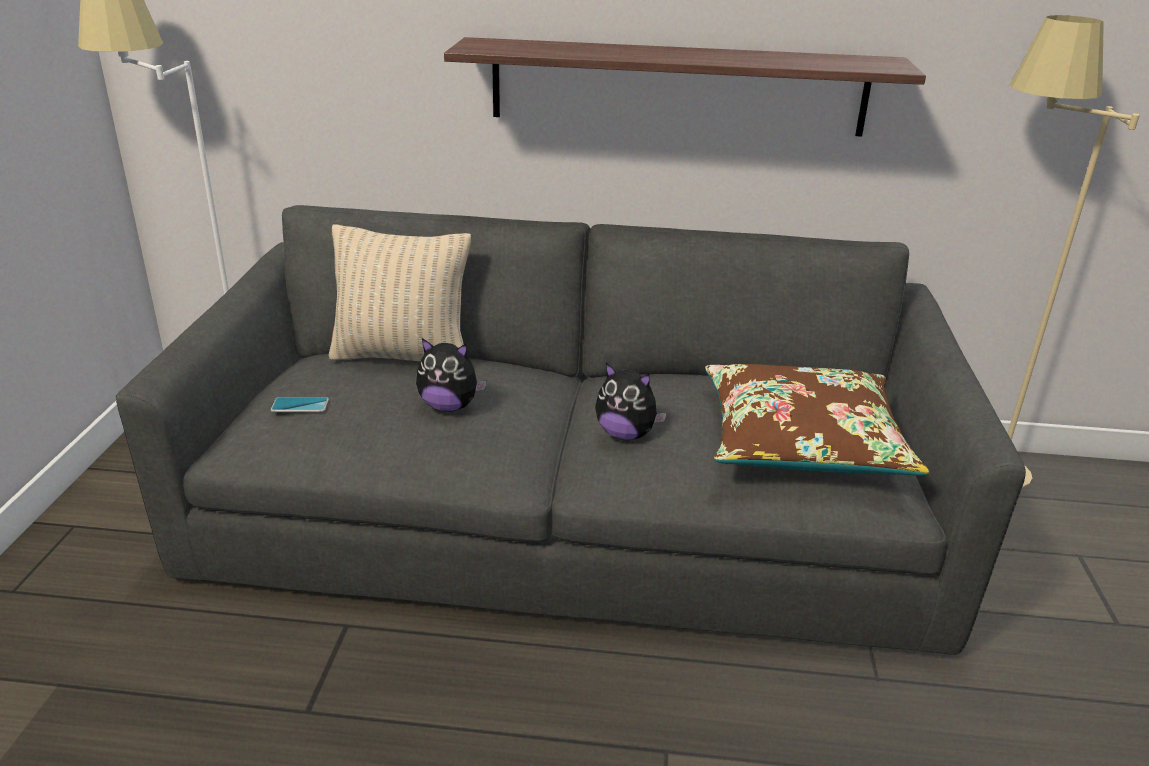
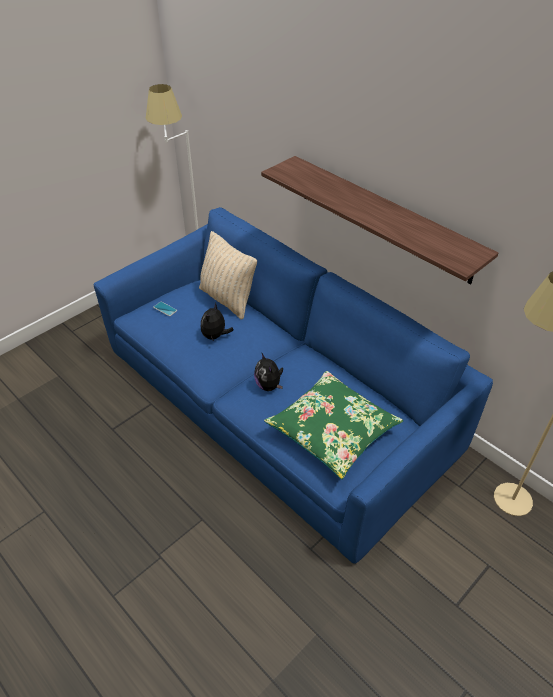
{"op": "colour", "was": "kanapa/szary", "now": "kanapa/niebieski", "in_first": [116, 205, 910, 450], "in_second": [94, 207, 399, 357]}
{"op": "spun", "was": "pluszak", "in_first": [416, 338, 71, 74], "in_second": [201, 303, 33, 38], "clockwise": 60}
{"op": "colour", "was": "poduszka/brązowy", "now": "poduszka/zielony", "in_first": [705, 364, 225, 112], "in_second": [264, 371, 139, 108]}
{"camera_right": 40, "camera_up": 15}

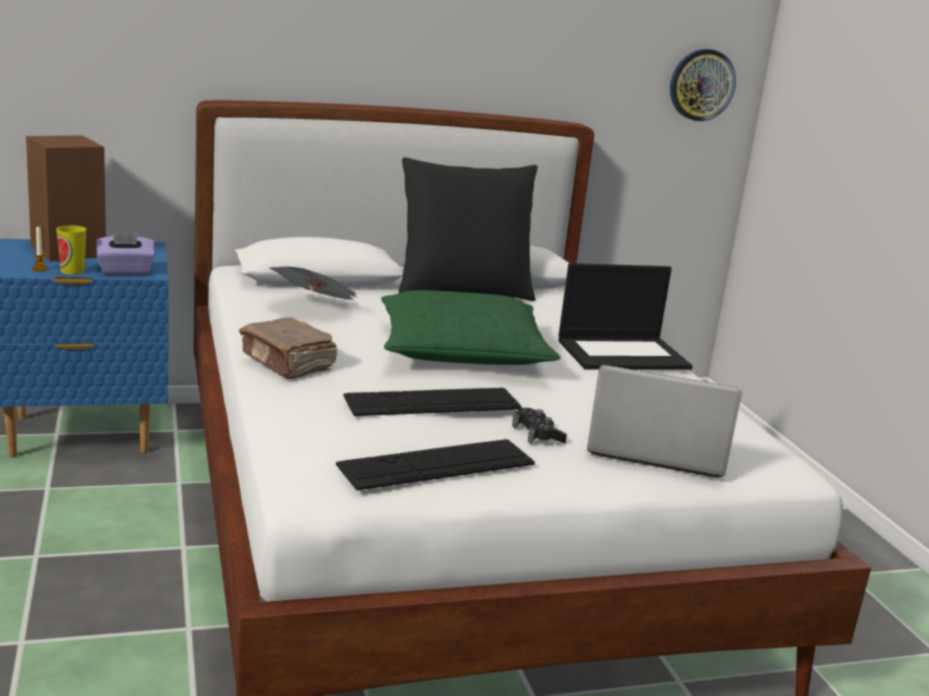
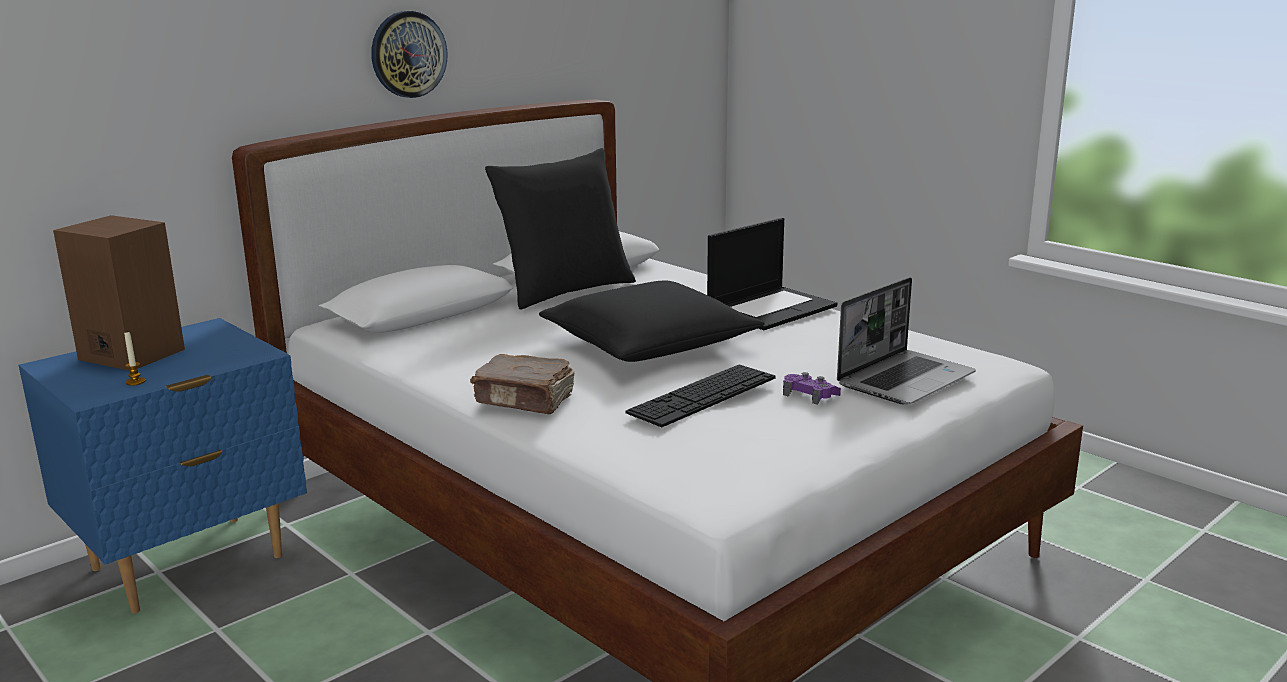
{"op": "missing", "was": "filiżanka", "in_first": [56, 225, 30, 50]}
{"op": "missing", "was": "pudełko chusteczek/fioletowy", "in_first": [96, 231, 59, 44]}
{"op": "missing", "was": "gazeta", "in_first": [269, 267, 89, 33]}
{"op": "missing", "was": "klawiatura", "in_first": [336, 439, 199, 52]}
{"op": "colour", "was": "poduszka/zielony", "now": "poduszka/czarny", "in_first": [381, 290, 180, 75], "in_second": [539, 281, 226, 81]}
{"op": "colour", "was": "pad do gier/czarny", "now": "pad do gier/fioletowy", "in_first": [512, 408, 55, 36], "in_second": [783, 372, 58, 33]}
{"op": "spun", "was": "laptop", "in_first": [587, 365, 155, 113], "in_second": [837, 277, 139, 127], "clockwise": 150}
{"op": "relocated", "was": "zegar ścienny", "in_first": [670, 49, 66, 72], "in_second": [371, 11, 76, 87]}
{"camera_right": -25, "camera_up": 0}

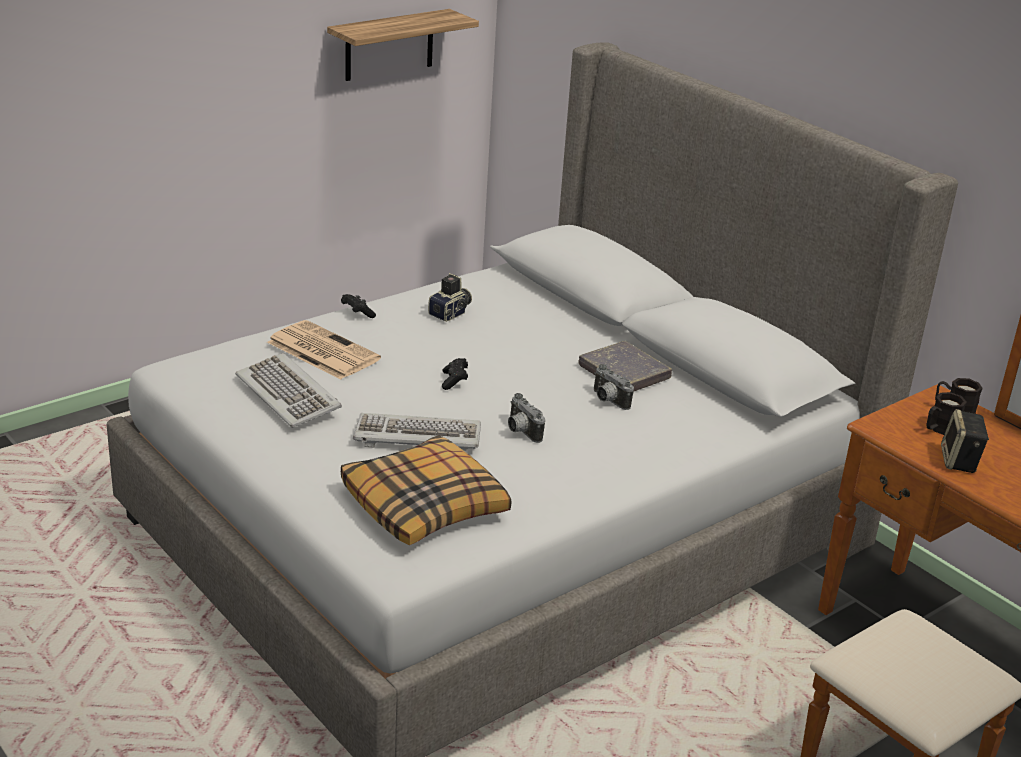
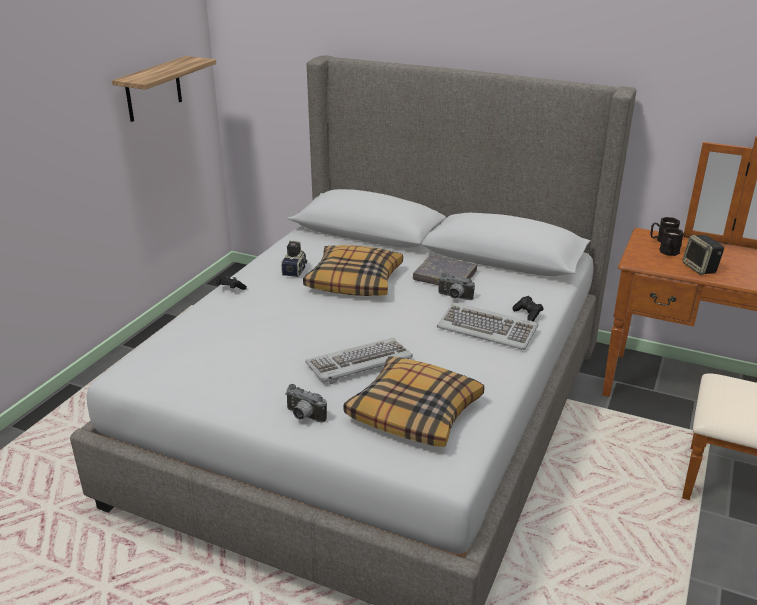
{"op": "relocated", "was": "klawiatura", "in_first": [236, 353, 106, 74], "in_second": [437, 303, 101, 47]}
{"op": "missing", "was": "gazeta", "in_first": [267, 320, 114, 59]}
{"op": "relocated", "was": "pad do gier/czarny", "in_first": [442, 358, 26, 32], "in_second": [512, 296, 31, 26]}
{"op": "relocated", "was": "aparat fotograficzny", "in_first": [508, 393, 37, 50], "in_second": [286, 384, 41, 39]}
{"op": "appeared", "now": "poduszka", "in_second": [303, 245, 100, 51]}
{"camera_right": -25, "camera_up": 0}

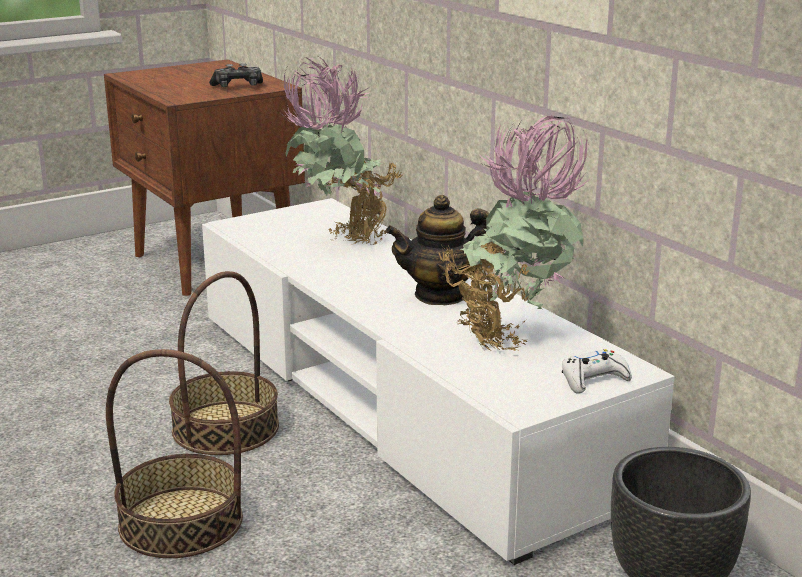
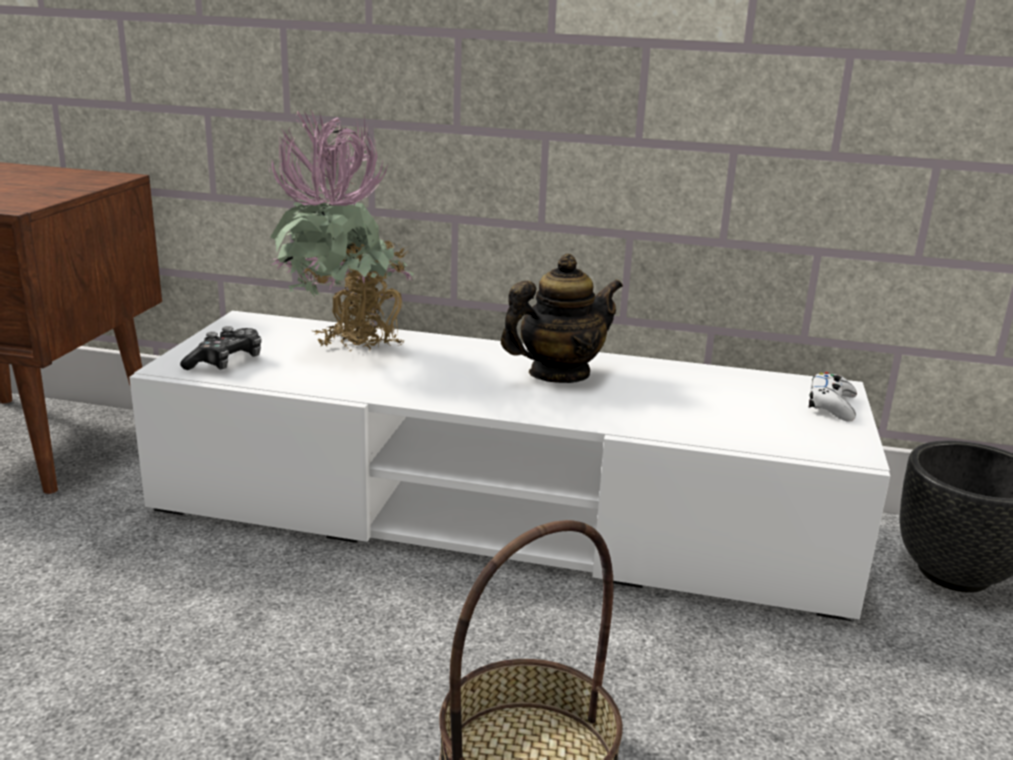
{"op": "missing", "was": "koszyk", "in_first": [169, 271, 110, 184]}
{"op": "relocated", "was": "pad do gier", "in_first": [209, 63, 54, 24], "in_second": [180, 326, 81, 44]}
{"op": "spun", "was": "imbryk", "in_first": [385, 195, 104, 110], "in_second": [501, 254, 122, 129], "clockwise": -150}
{"op": "missing", "was": "roślina doniczkowa", "in_first": [438, 116, 153, 235]}
{"camera_right": -45, "camera_up": 0}

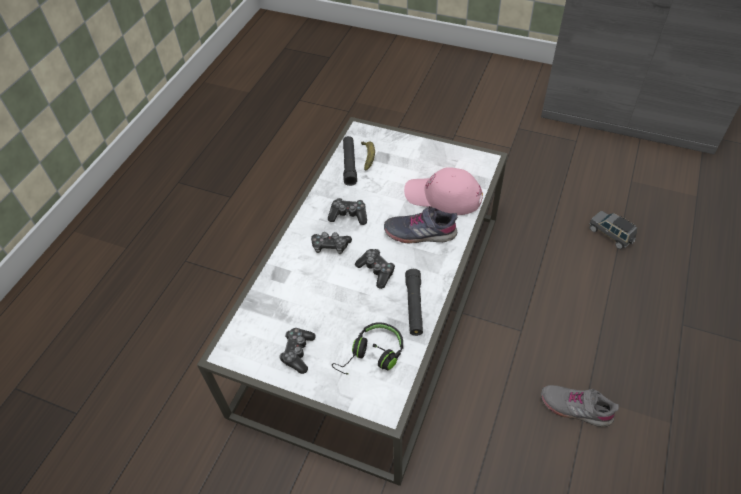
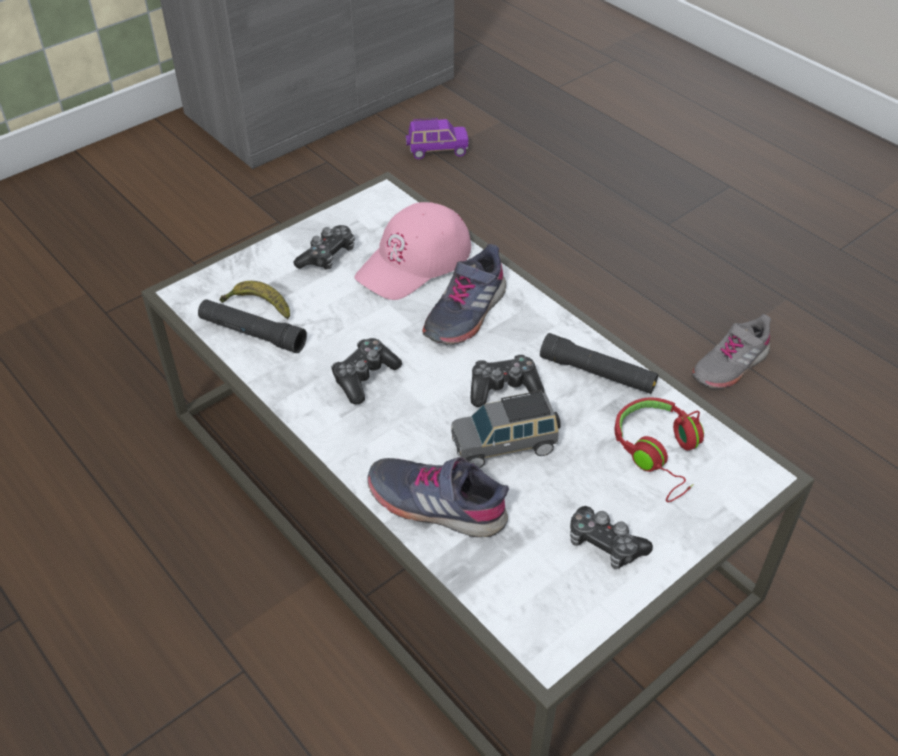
{"op": "relocated", "was": "pad do gier", "in_first": [311, 232, 41, 22], "in_second": [293, 225, 62, 45]}
{"op": "colour", "was": "słuchawki/czarny", "now": "słuchawki/czerwony", "in_first": [332, 322, 71, 52], "in_second": [615, 397, 89, 105]}
{"op": "relocated", "was": "samochodzik/szary", "in_first": [589, 211, 48, 38], "in_second": [451, 390, 110, 78]}
{"op": "appeared", "now": "but/szary", "in_second": [367, 457, 142, 80]}
{"op": "appeared", "now": "samochodzik/fioletowy", "in_second": [406, 118, 63, 41]}
{"camera_right": -65, "camera_up": -5}

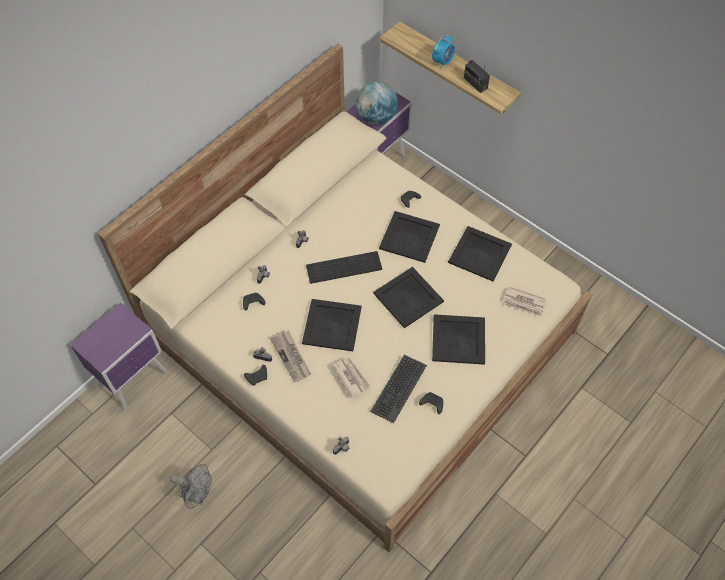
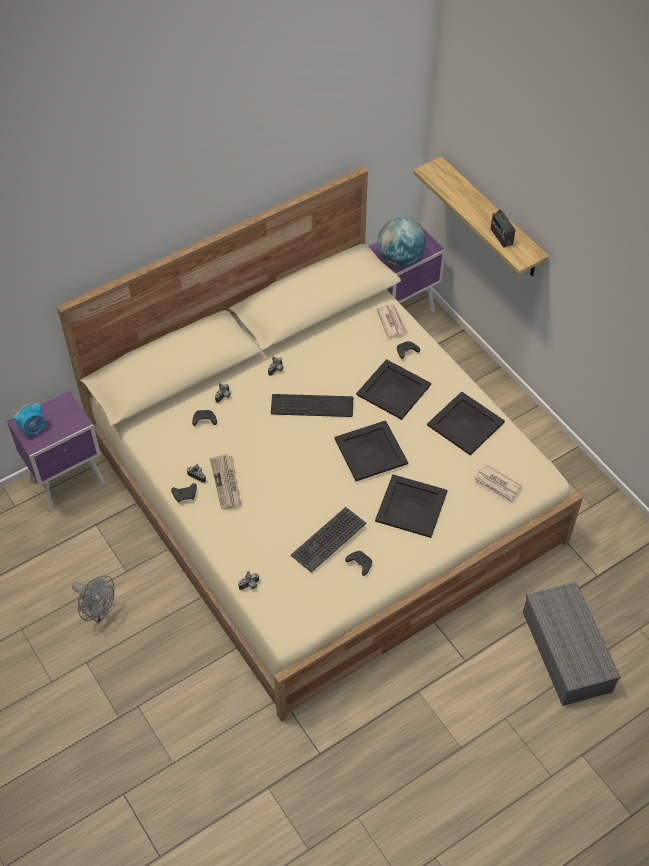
{"op": "missing", "was": "taca/czarny", "in_first": [302, 299, 60, 52]}
{"op": "relocated", "was": "gazeta", "in_first": [332, 357, 39, 41], "in_second": [376, 305, 32, 33]}
{"op": "relocated", "was": "budzik", "in_first": [432, 35, 23, 34], "in_second": [14, 403, 32, 35]}
{"op": "appeared", "now": "pojemnik do przechowywania/szary", "in_second": [523, 582, 97, 124]}
{"camera_right": 15, "camera_up": -5}

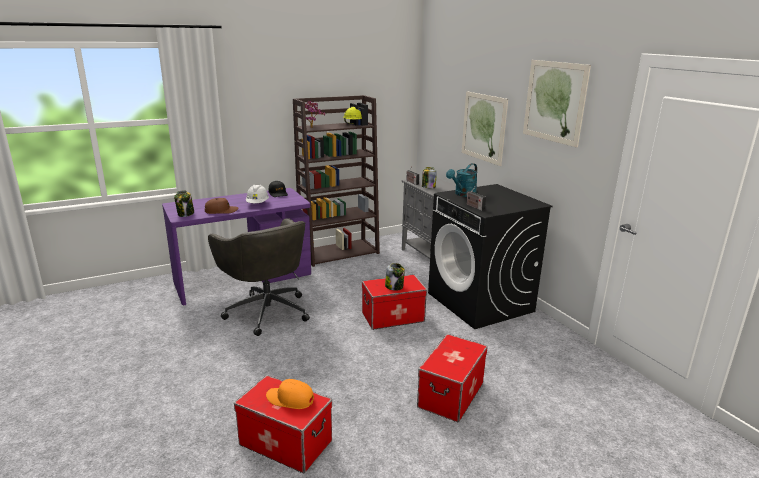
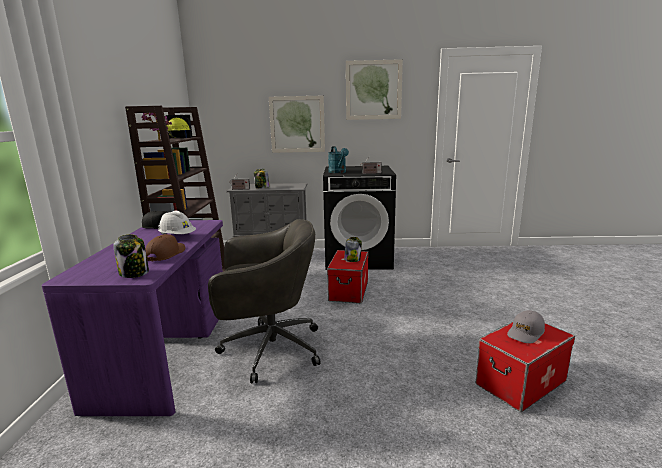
{"op": "colour", "was": "czapka z daszkiem/pomarańczowy", "now": "czapka z daszkiem/szary", "in_first": [266, 379, 48, 30], "in_second": [507, 310, 38, 33]}
{"op": "missing", "was": "pojemnik do przechowywania", "in_first": [417, 334, 71, 89]}
{"camera_right": -60, "camera_up": -5}

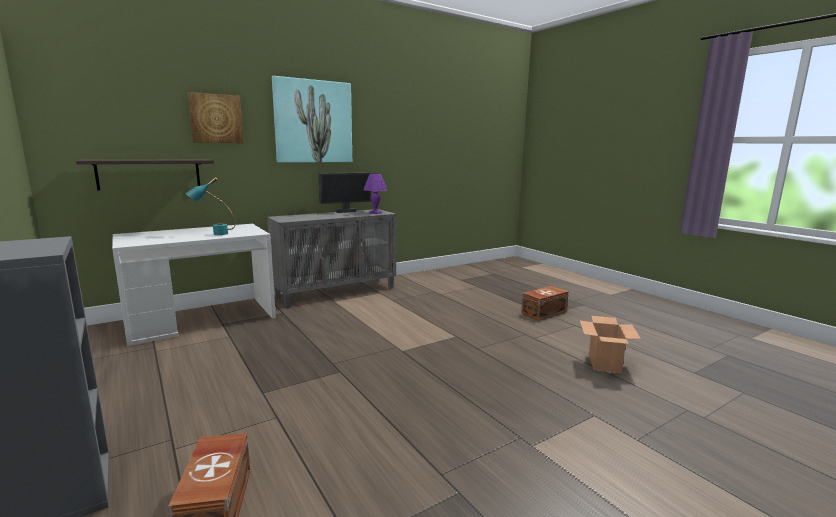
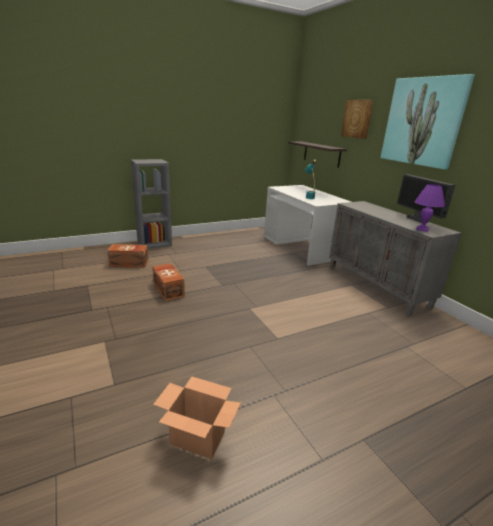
{"op": "relocated", "was": "pojemnik do przechowywania/brązowy", "in_first": [521, 286, 48, 34], "in_second": [152, 263, 33, 38]}
{"camera_right": 95, "camera_up": 10}

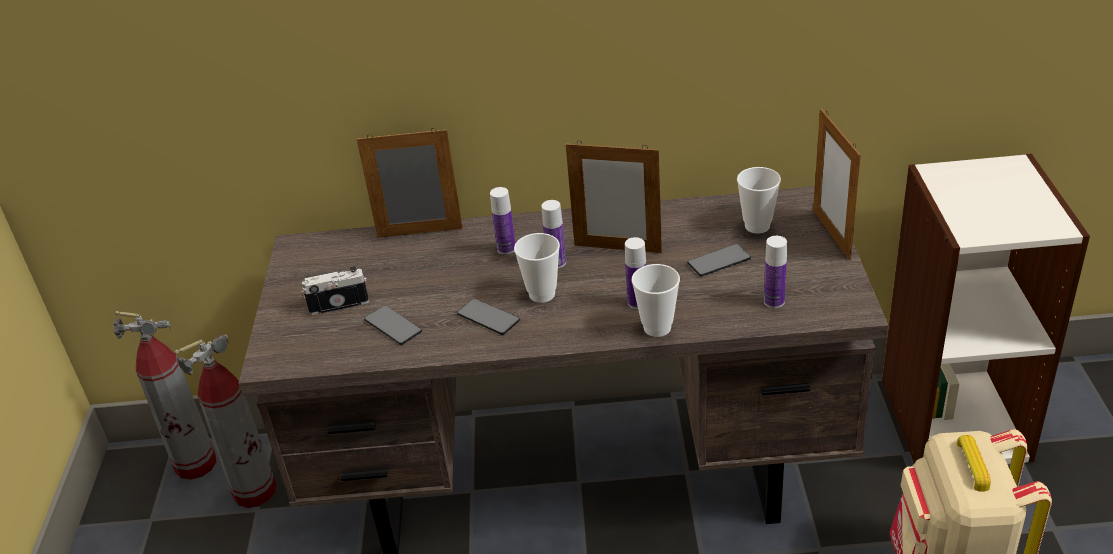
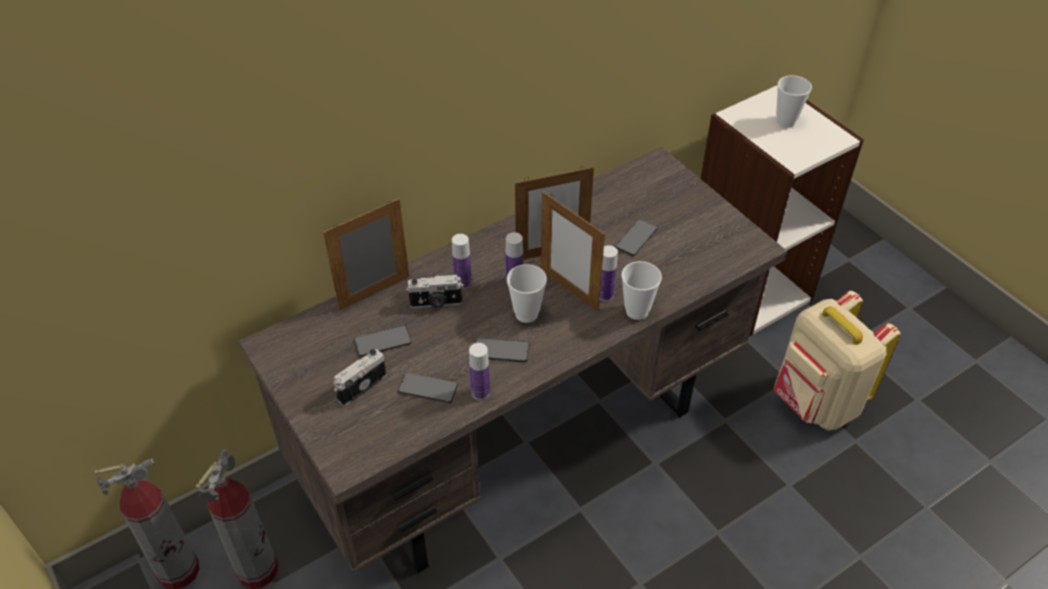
{"op": "relocated", "was": "filiżanka", "in_first": [737, 167, 44, 67], "in_second": [776, 75, 36, 53]}
{"op": "relocated", "was": "butelka", "in_first": [764, 236, 23, 72], "in_second": [469, 343, 21, 57]}
{"op": "relocated", "was": "ramka na zdjęcie", "in_first": [813, 108, 48, 153], "in_second": [541, 192, 64, 120]}
{"op": "appeared", "now": "telefon", "in_second": [354, 326, 58, 31]}
{"op": "appeared", "now": "aparat fotograficzny", "in_second": [406, 275, 58, 33]}
{"camera_right": -35, "camera_up": 10}

